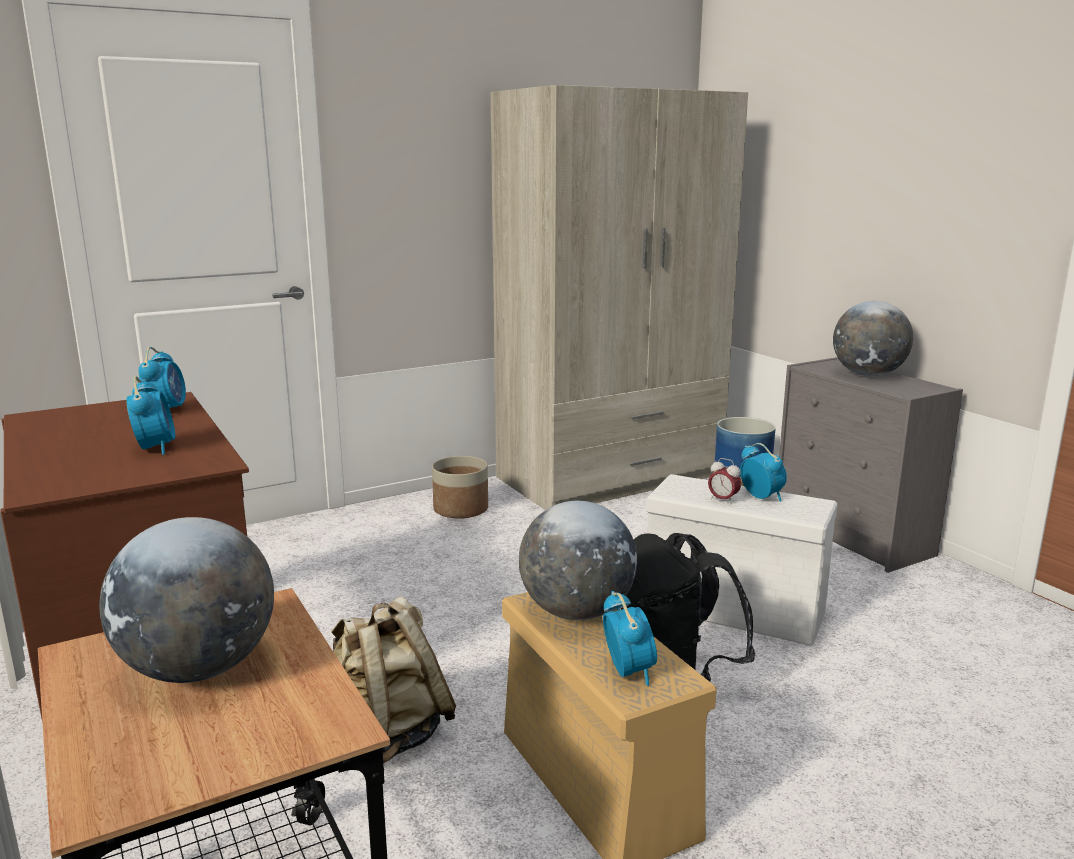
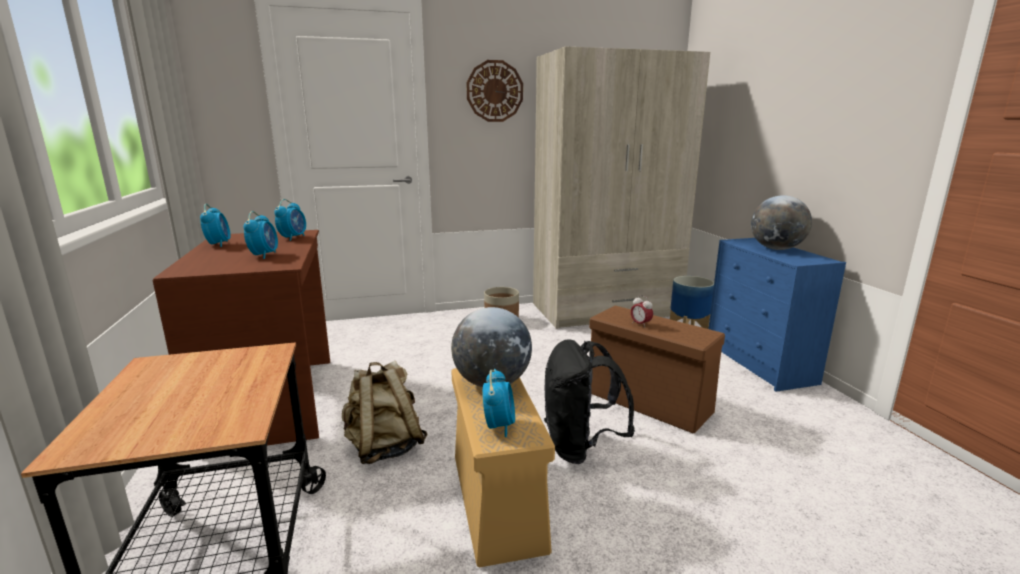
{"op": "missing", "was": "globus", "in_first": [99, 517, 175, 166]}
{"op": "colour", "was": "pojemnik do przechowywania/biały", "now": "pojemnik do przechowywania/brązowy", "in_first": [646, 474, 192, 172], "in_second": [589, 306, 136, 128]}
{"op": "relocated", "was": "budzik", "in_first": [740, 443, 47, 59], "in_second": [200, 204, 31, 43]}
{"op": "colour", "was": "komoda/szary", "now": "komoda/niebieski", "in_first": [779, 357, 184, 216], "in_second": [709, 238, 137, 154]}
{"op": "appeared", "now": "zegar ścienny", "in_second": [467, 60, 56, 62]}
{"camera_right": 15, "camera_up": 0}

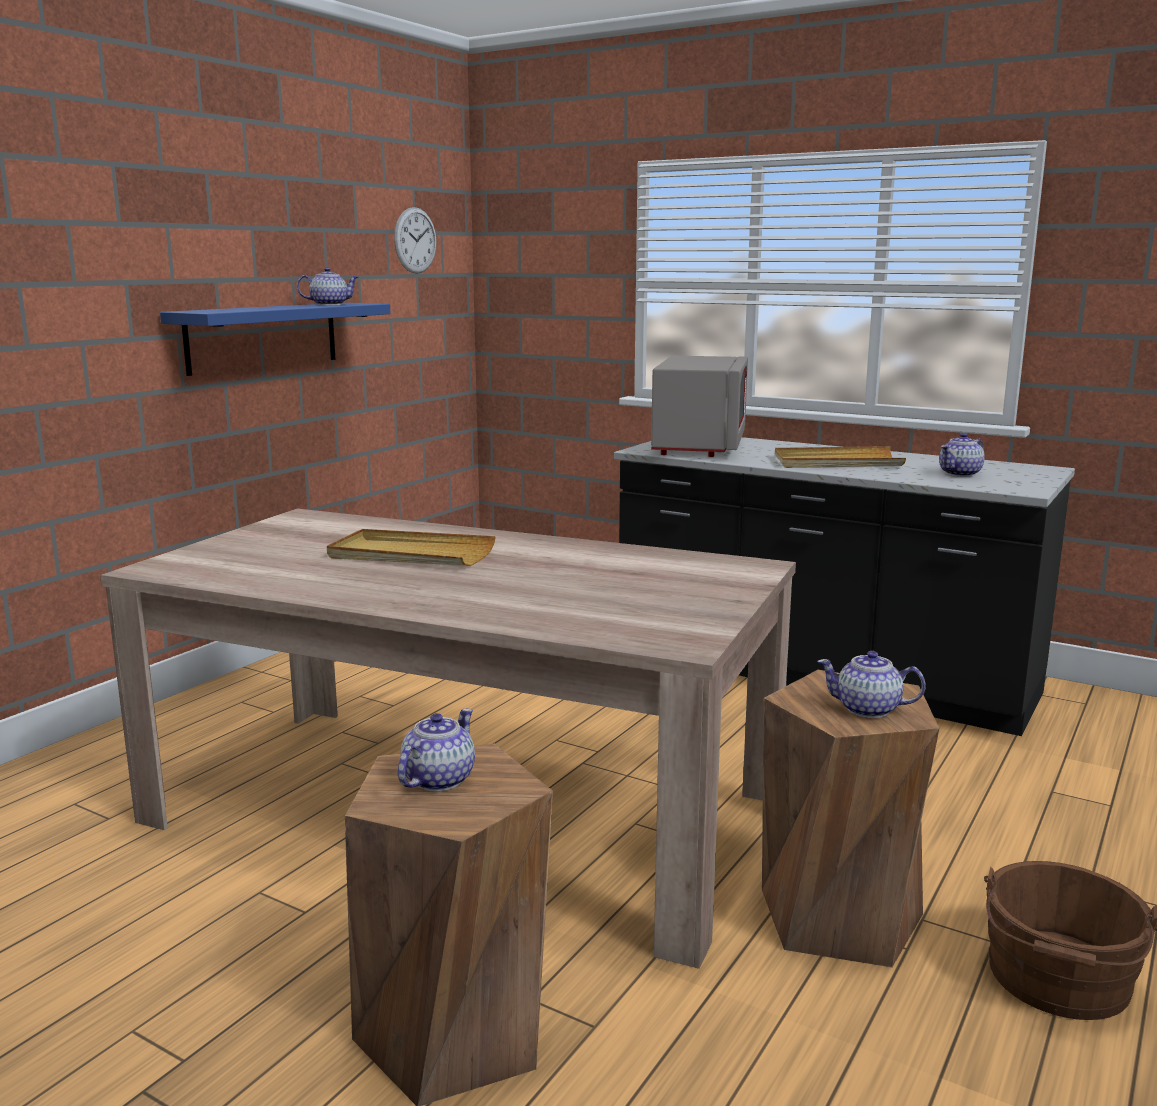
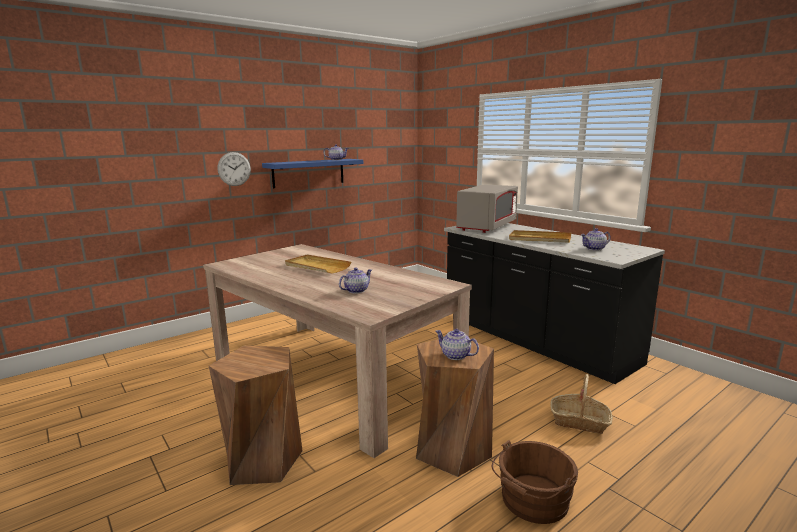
{"op": "relocated", "was": "zegar ścienny", "in_first": [394, 207, 43, 67], "in_second": [218, 152, 33, 34]}
{"op": "relocated", "was": "imbryk", "in_first": [398, 709, 77, 82], "in_second": [339, 267, 33, 27]}
{"op": "appeared", "now": "koszyk", "in_second": [550, 374, 63, 60]}
{"camera_right": 20, "camera_up": 0}

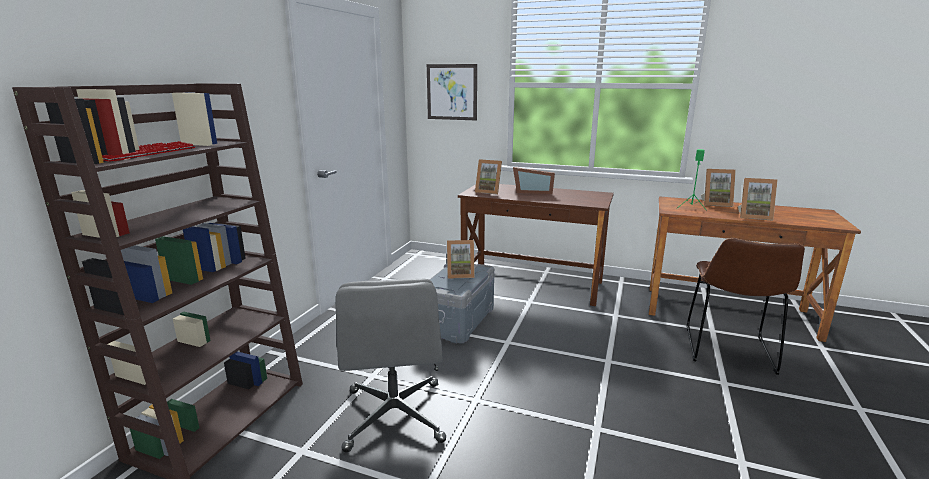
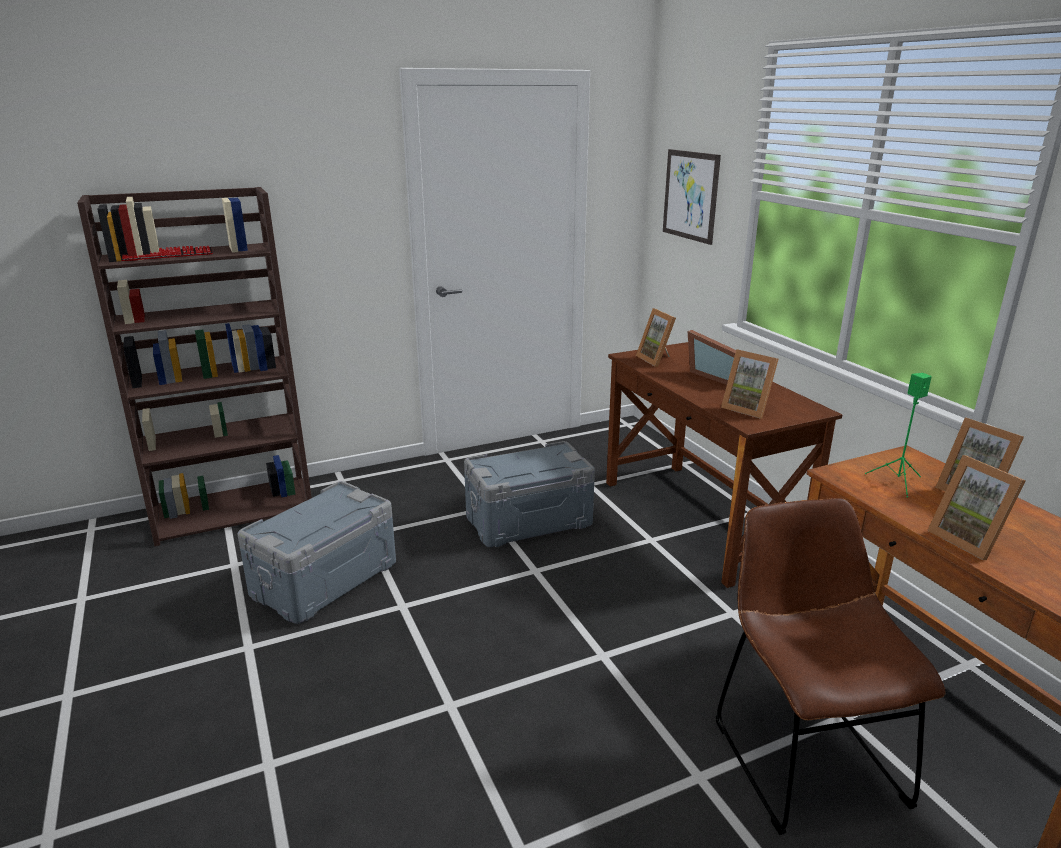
{"op": "exchanged", "was": "krzesło biurowe/szary", "now": "pojemnik do przechowywania/szary", "in_first": [335, 279, 111, 173], "in_second": [237, 481, 159, 143]}
{"op": "relocated", "was": "ramka na zdjęcie", "in_first": [447, 240, 28, 38], "in_second": [721, 349, 58, 70]}
{"op": "spun", "was": "krzesło/brązowy", "in_first": [686, 238, 119, 137], "in_second": [716, 498, 230, 337], "clockwise": 105}
{"camera_right": 45, "camera_up": 5}

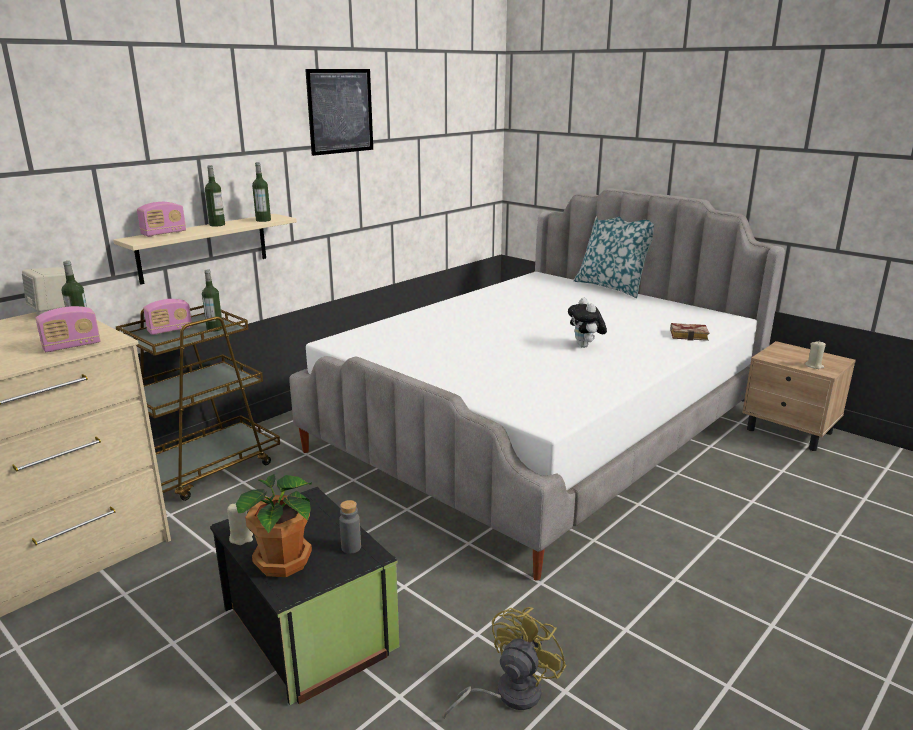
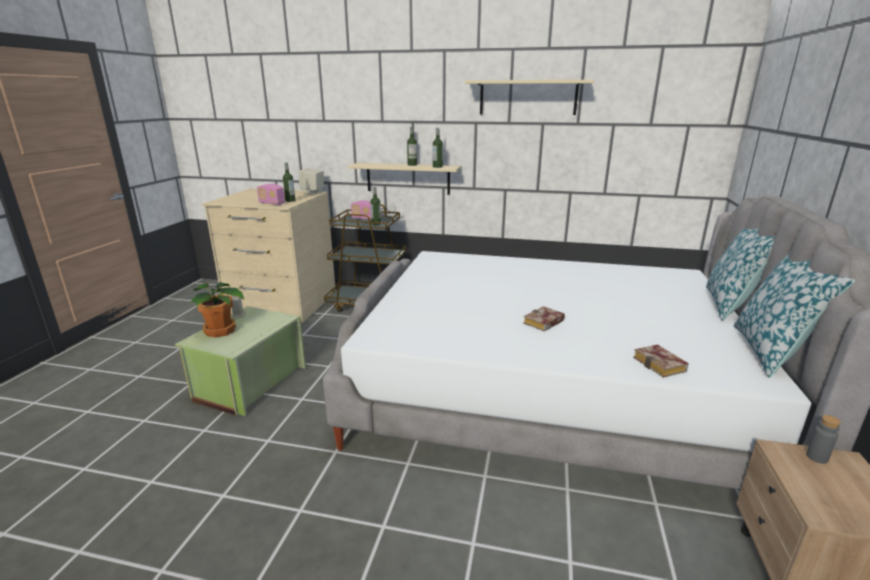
{"op": "missing", "was": "radio", "in_first": [137, 202, 49, 35]}
{"op": "colour", "was": "pojemnik do przechowywania/czarny", "now": "pojemnik do przechowywania/zielony", "in_first": [210, 487, 189, 218], "in_second": [175, 306, 131, 110]}
{"op": "exchanged", "was": "obraz", "now": "półka/beżowy", "in_first": [305, 69, 68, 87], "in_second": [465, 80, 129, 35]}
{"op": "relocated", "was": "butelka/szary", "in_first": [339, 500, 22, 54], "in_second": [806, 415, 35, 49]}
{"op": "missing", "was": "wentylator/żółty", "in_first": [443, 607, 123, 112]}
{"op": "exchanged", "was": "pluszak", "now": "książka", "in_first": [568, 297, 39, 51], "in_second": [523, 306, 42, 26]}
{"op": "missing", "was": "świeca/beżowy", "in_first": [805, 341, 21, 28]}
{"op": "appeared", "now": "poduszka", "in_second": [734, 253, 121, 125]}
{"camera_right": 60, "camera_up": 0}

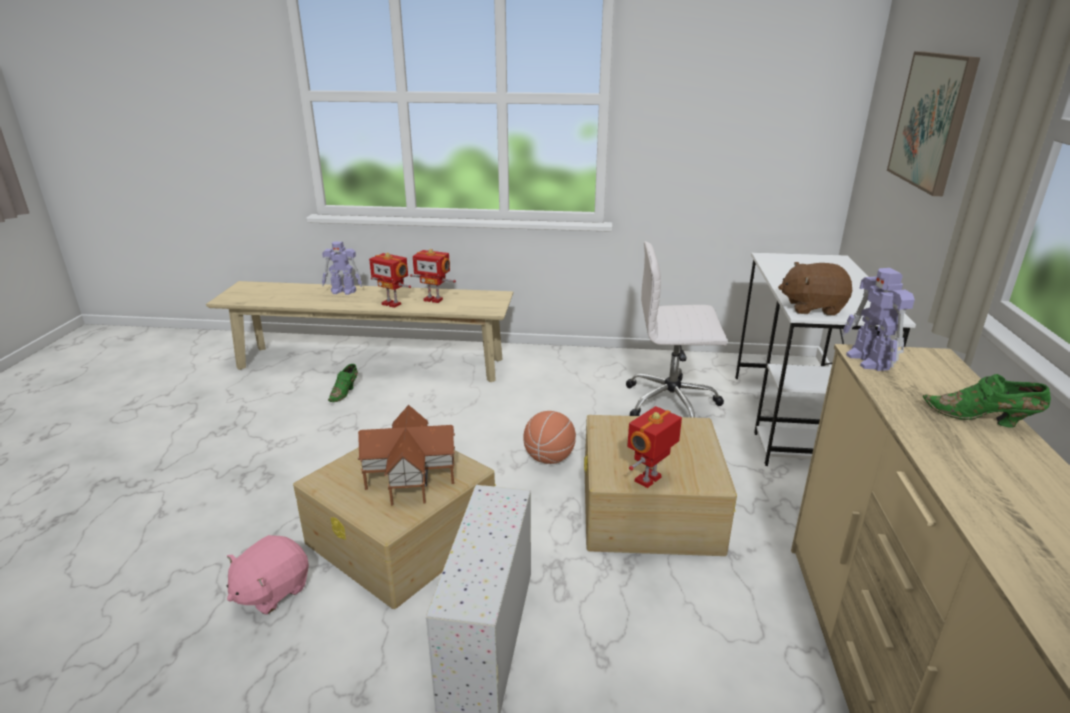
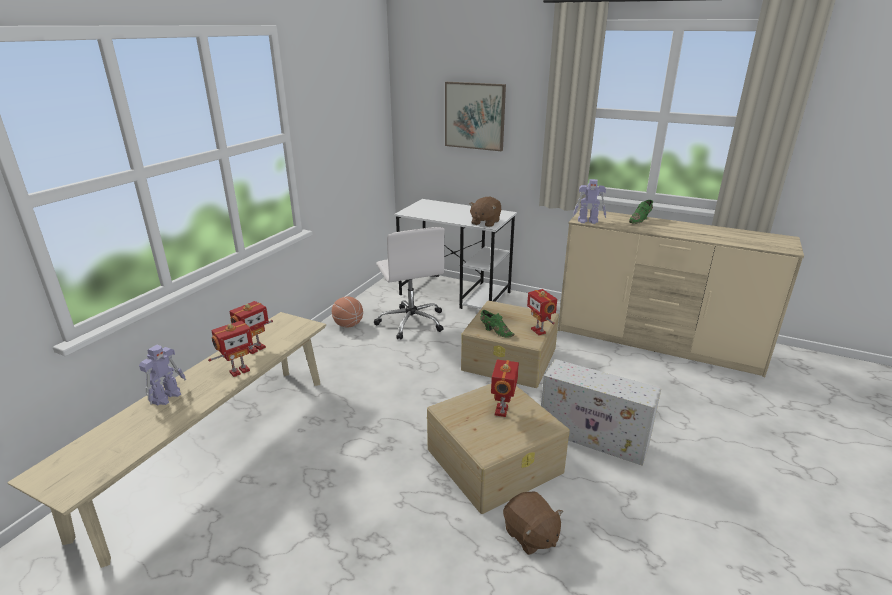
{"op": "colour", "was": "pluszak/różowy", "now": "pluszak/brązowy", "in_first": [227, 535, 82, 80], "in_second": [503, 492, 60, 63]}
{"op": "relocated", "was": "but/zielony", "in_first": [328, 364, 30, 38], "in_second": [480, 310, 35, 28]}
{"op": "exchanged", "was": "domek", "now": "robot zabawkowy", "in_first": [358, 405, 97, 101], "in_second": [491, 360, 28, 57]}
{"op": "relocated", "was": "piłka do koszykówki", "in_first": [523, 411, 53, 53], "in_second": [332, 296, 31, 31]}
{"op": "spun", "was": "krzesło biurowe/biały", "in_first": [626, 241, 101, 177], "in_second": [374, 227, 71, 113], "clockwise": -45}
{"camera_right": -70, "camera_up": 0}

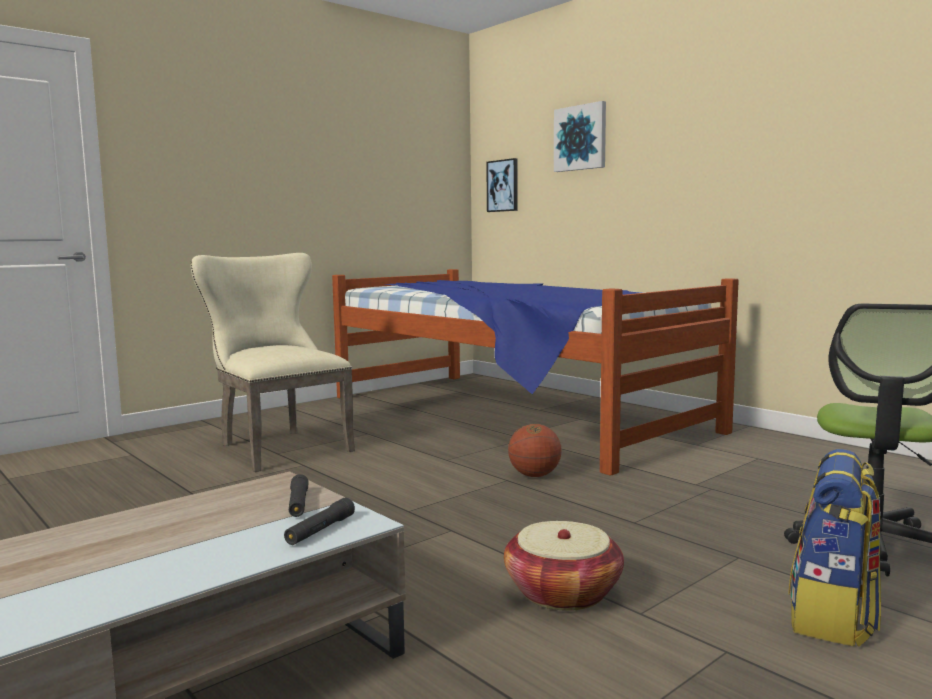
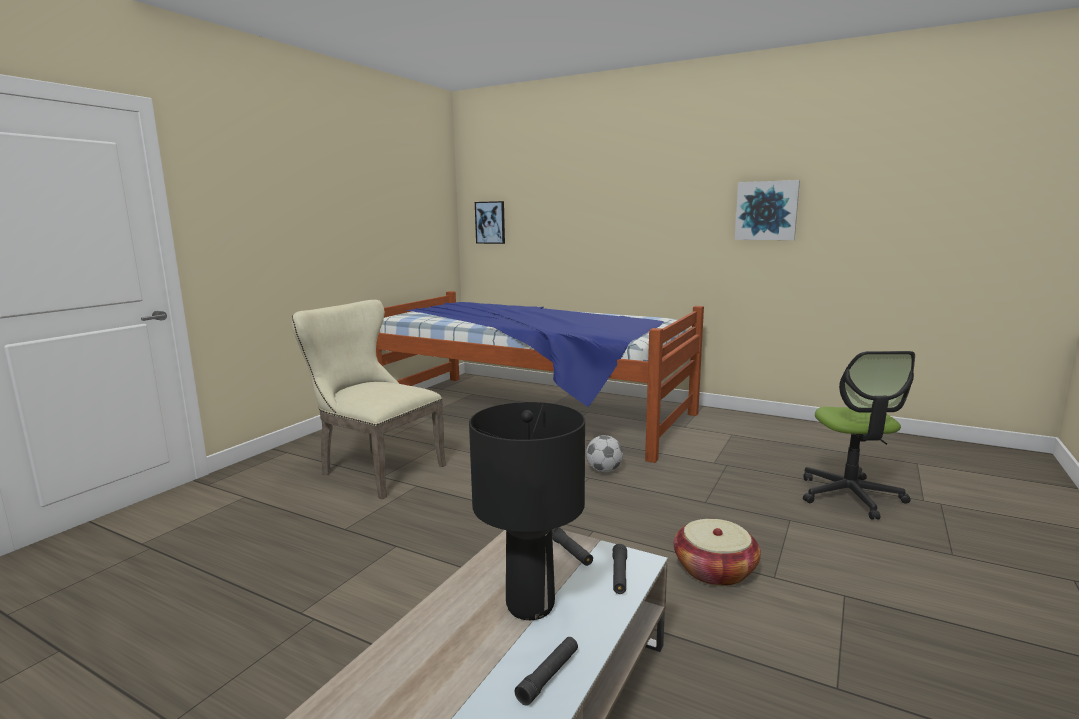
{"op": "exchanged", "was": "piłka do koszykówki", "now": "piłka futbolowa", "in_first": [508, 424, 54, 53], "in_second": [586, 435, 37, 37]}
{"op": "relocated", "was": "obraz", "in_first": [554, 101, 52, 71], "in_second": [735, 180, 65, 60]}
{"op": "missing", "was": "plecak", "in_first": [788, 449, 93, 198]}
{"op": "appeared", "now": "lampa stołowa/czarny", "in_second": [469, 402, 116, 218]}
{"op": "appeared", "now": "latarka/czarny", "in_second": [515, 637, 63, 69]}
{"camera_right": -20, "camera_up": 5}

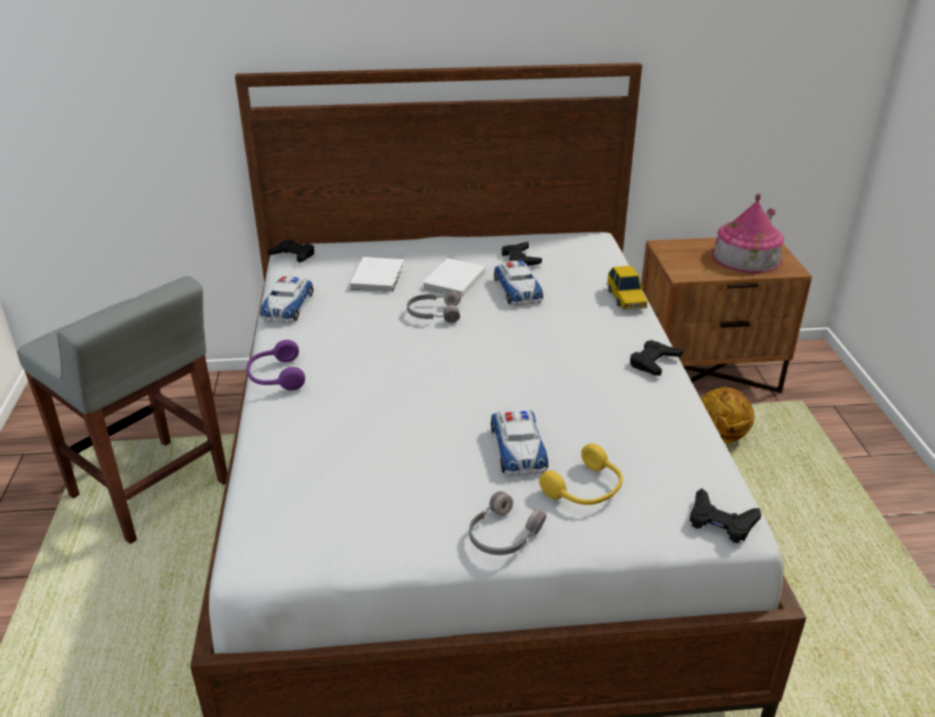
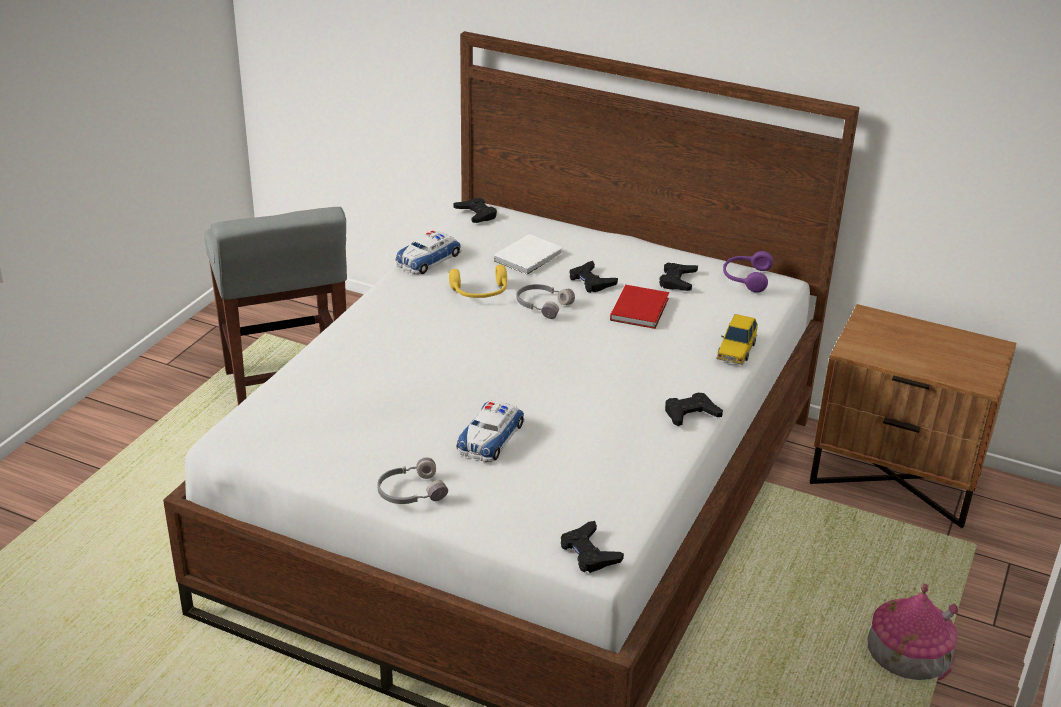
{"op": "relocated", "was": "słuchawki/fioletowy", "in_first": [246, 340, 59, 51], "in_second": [723, 251, 50, 42]}
{"op": "exchanged", "was": "książka/biały", "now": "pad do gier/czarny", "in_first": [422, 258, 63, 39], "in_second": [569, 261, 49, 32]}
{"op": "exchanged", "was": "samochodzik", "now": "książka/czerwony", "in_first": [493, 261, 50, 45], "in_second": [610, 285, 59, 44]}
{"op": "relocated", "was": "słuchawki/żółty", "in_first": [539, 443, 84, 62], "in_second": [449, 265, 58, 33]}
{"op": "missing", "was": "piłka do koszykówki", "in_first": [701, 387, 53, 56]}
{"op": "relocated", "was": "domek", "in_first": [712, 193, 72, 80], "in_second": [868, 584, 90, 97]}
{"camera_right": 30, "camera_up": 0}

